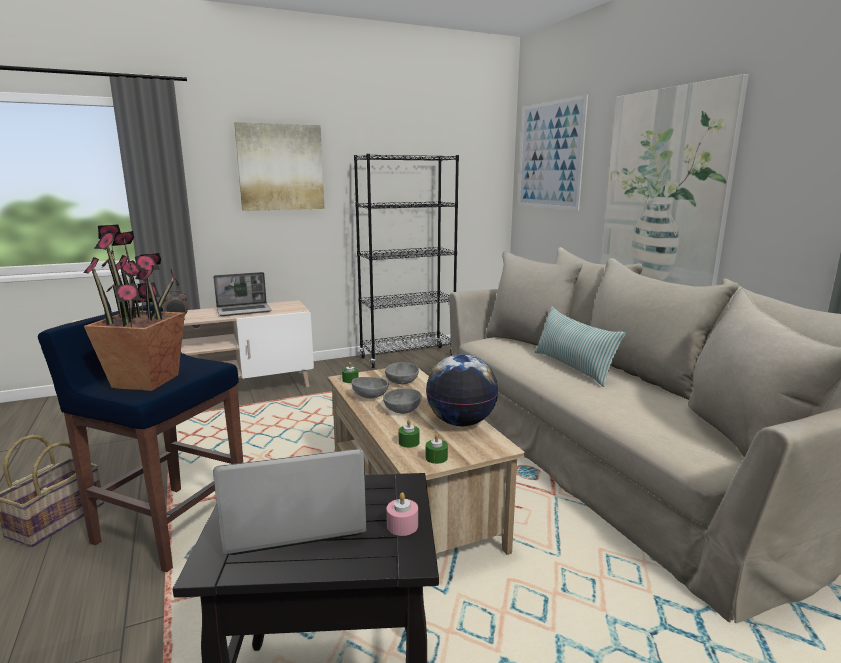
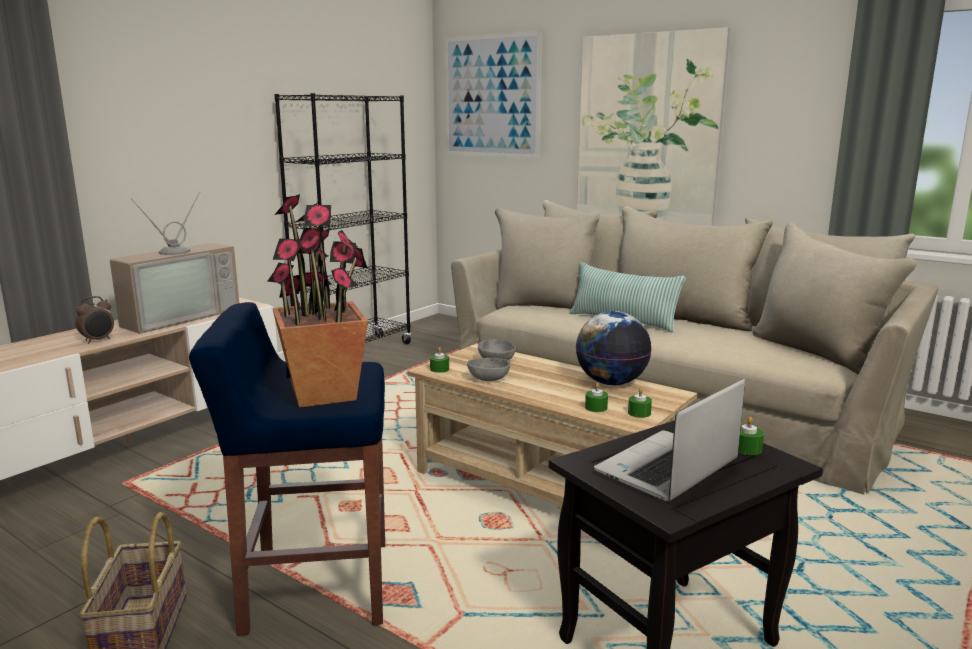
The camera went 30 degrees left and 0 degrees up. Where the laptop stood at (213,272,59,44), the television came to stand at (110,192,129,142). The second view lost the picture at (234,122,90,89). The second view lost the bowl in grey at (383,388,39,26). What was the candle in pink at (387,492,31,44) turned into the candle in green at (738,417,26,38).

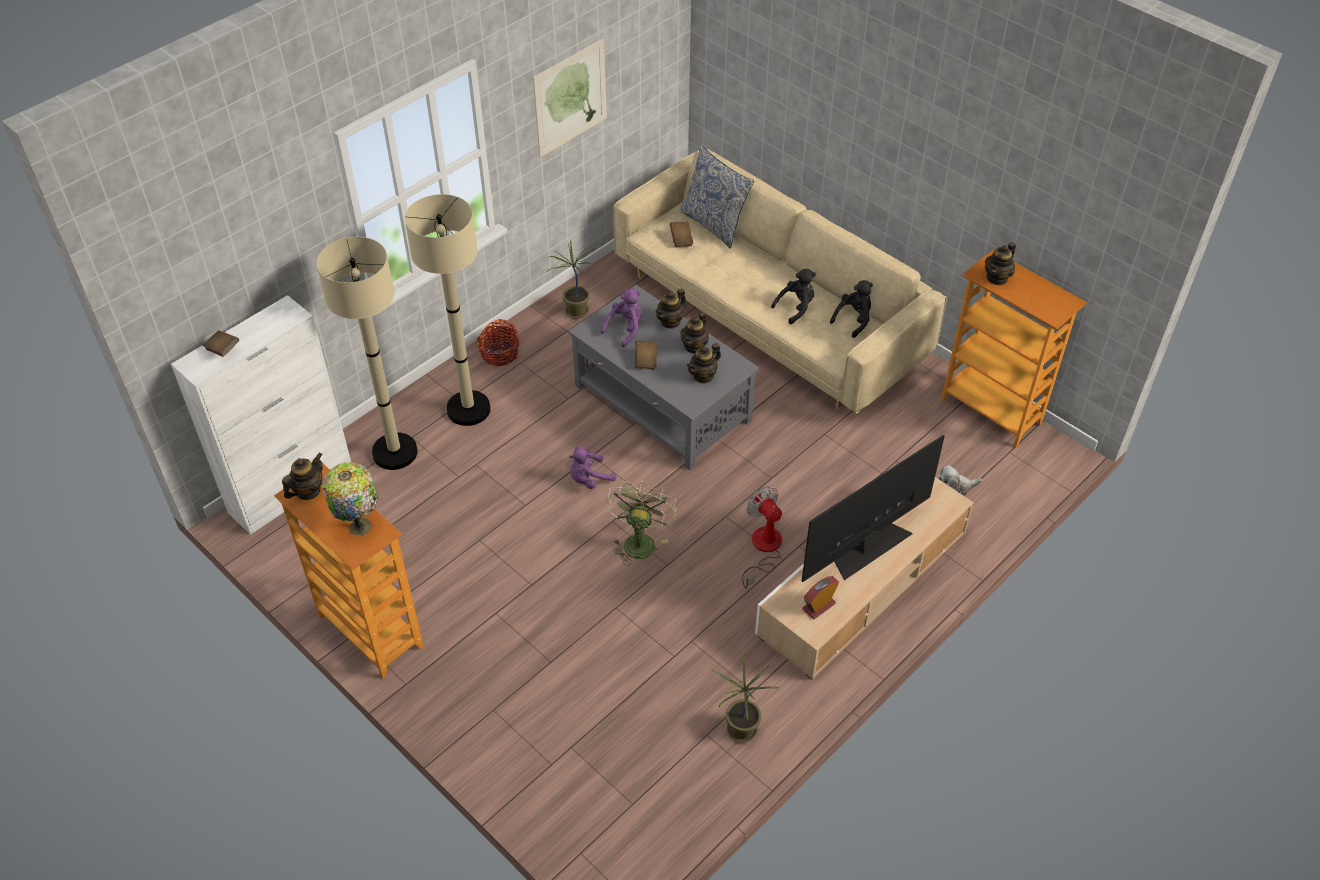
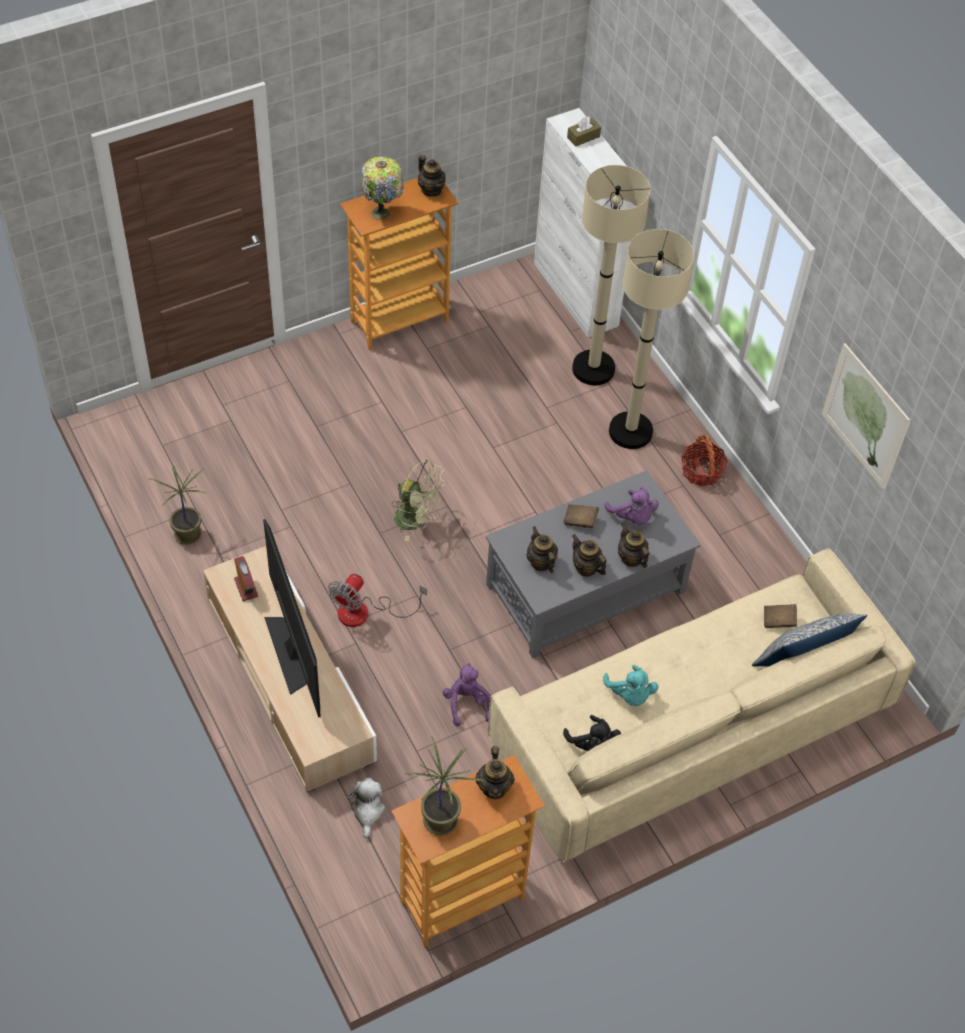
The camera went 105 degrees right and 5 degrees up. Where the book in brown stood at (202,330,37,27), the tissue box in brown came to stand at (567,117,34,30). The potted plant ended up elsewhere, having gone from (547,240,48,79) to (405,736,79,99). The plush toy in purple ended up elsewhere, having gone from (569,446,47,43) to (443,663,48,64). The fan at (742,486,40,103) ended up facing another way, 135 degrees clockwise from before. What was the plush toy in black at (771,269,45,55) turned into the plush toy in turquoise at (603,665,55,41). The teapot at (985,242,31,44) ended up facing another way, 150 degrees counterclockwise from before.

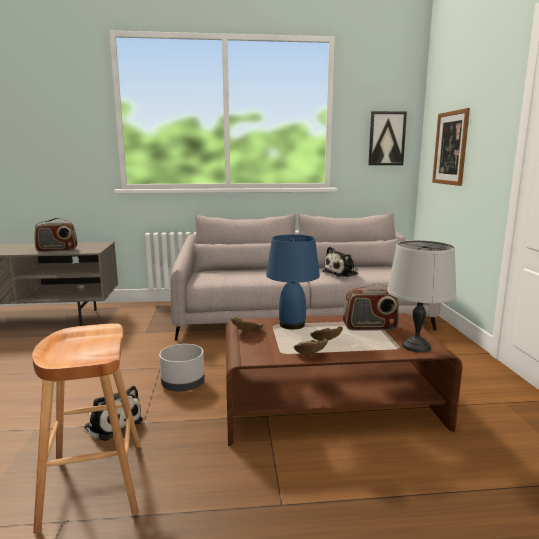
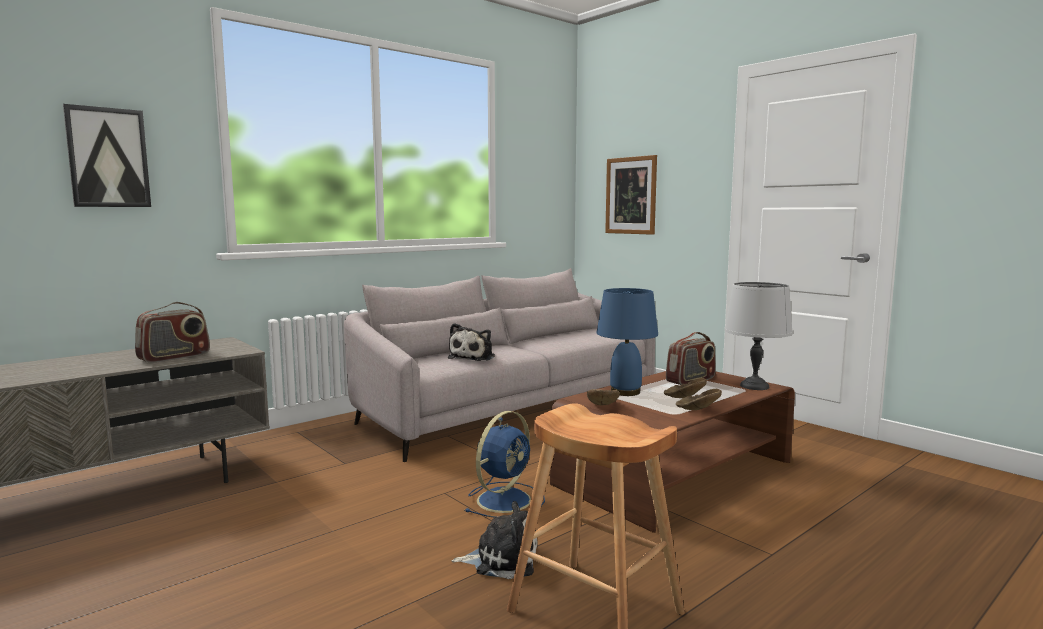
The camera went 35 degrees left and 5 degrees down. Where the planter in grey stood at (159,344,46,48), the fan in blue came to stand at (465,411,80,107). The plush toy ended up elsewhere, having gone from (322,247,36,30) to (448,323,47,38). The picture ended up elsewhere, having gone from (368,111,39,54) to (63,104,88,103).

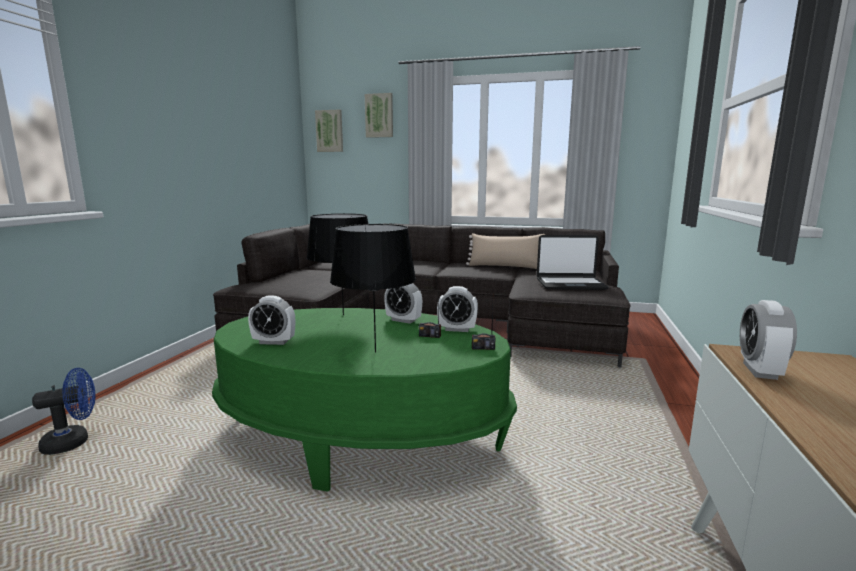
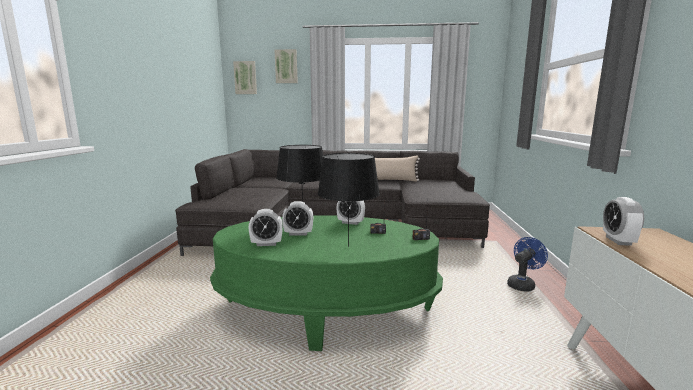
The camera went 10 degrees left and 0 degrees up. The fan in blue ended up elsewhere, having gone from (32,368,63,87) to (507,237,41,55). The alarm clock ended up elsewhere, having gone from (437,286,41,46) to (282,201,31,35). The second view lost the laptop at (537,235,72,55).

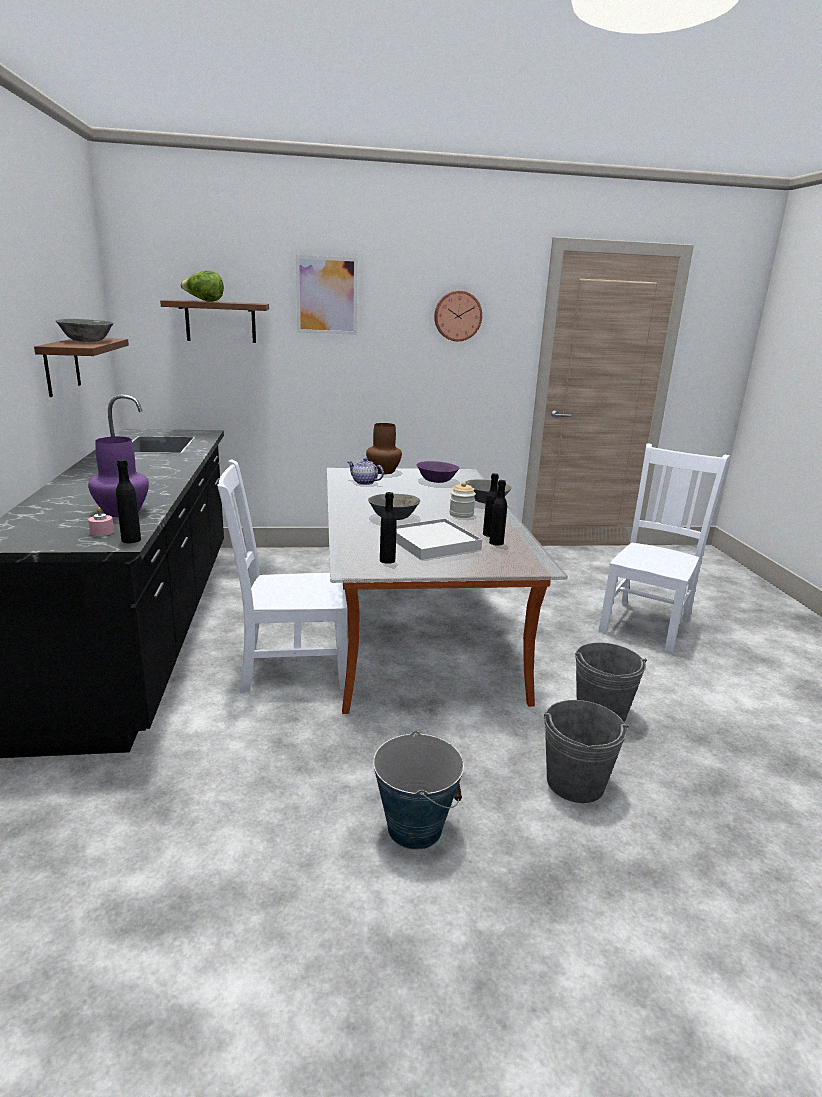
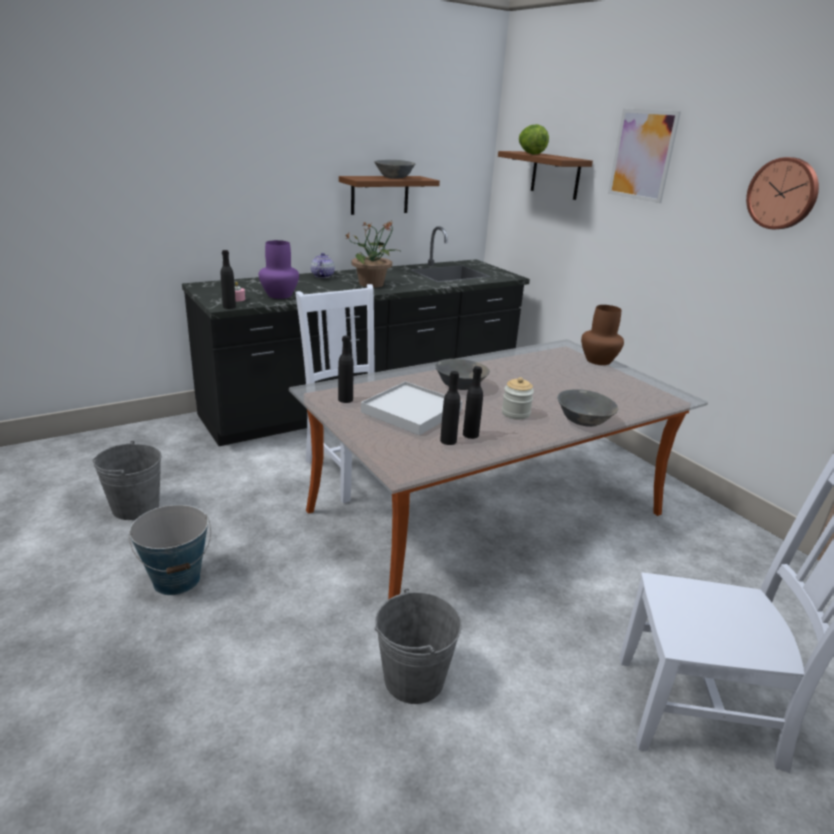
The camera went 65 degrees right and 5 degrees up. The teapot ended up elsewhere, having gone from (348,458,36,27) to (311,253,24,25). The second view lost the bowl in purple at (417,461,43,22). The bucket in grey ended up elsewhere, having gone from (544,700,85,103) to (92,441,69,79). The second view gained the potted plant at (344,221,56,67).

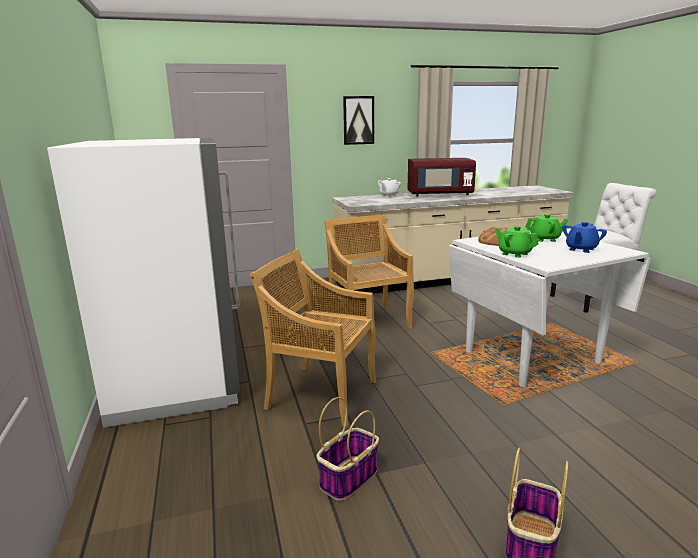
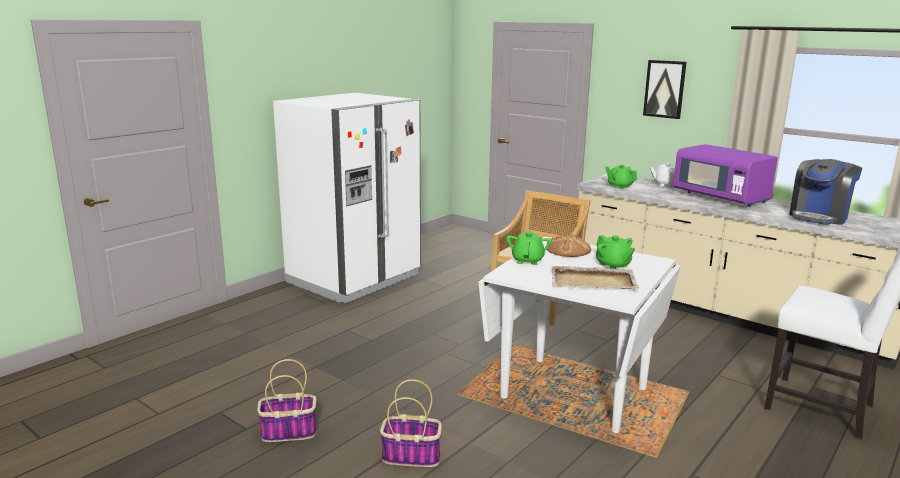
The camera went 55 degrees right and 0 degrees up. The second view lost the chair in beige at (250,249,126,178). The basket ended up elsewhere, having gone from (316,397,63,104) to (380,379,62,88). What was the microwave in red at (408,158,68,38) turned into the microwave in purple at (673,144,105,63). Where the teapot in blue stood at (562,222,45,31), the tray in beige came to stand at (552,266,87,23). The second view gained the teapot in green at (605,165,32,24). The second view gained the coffee machine at (789,159,73,66).

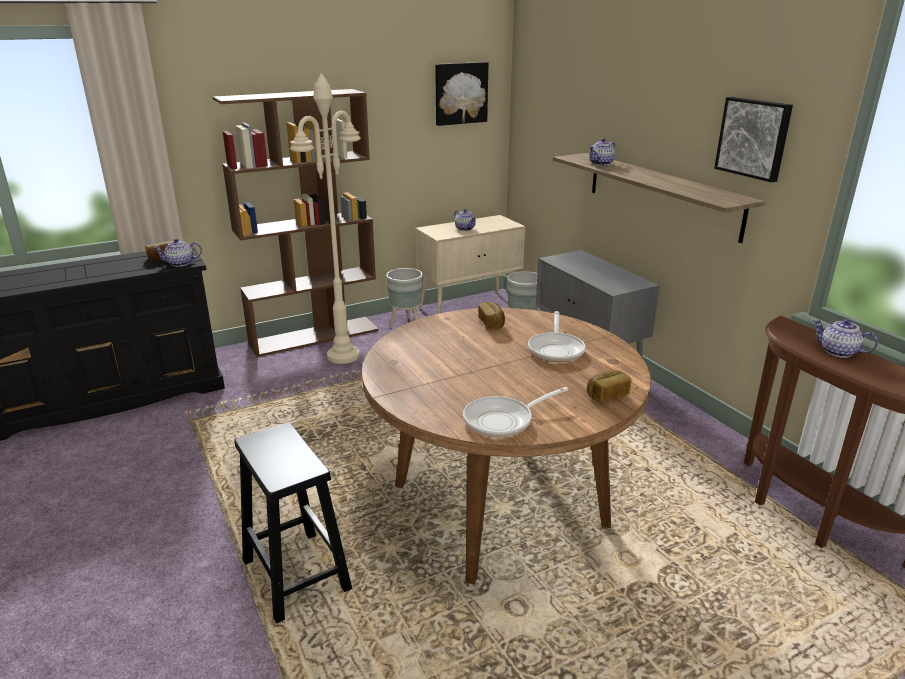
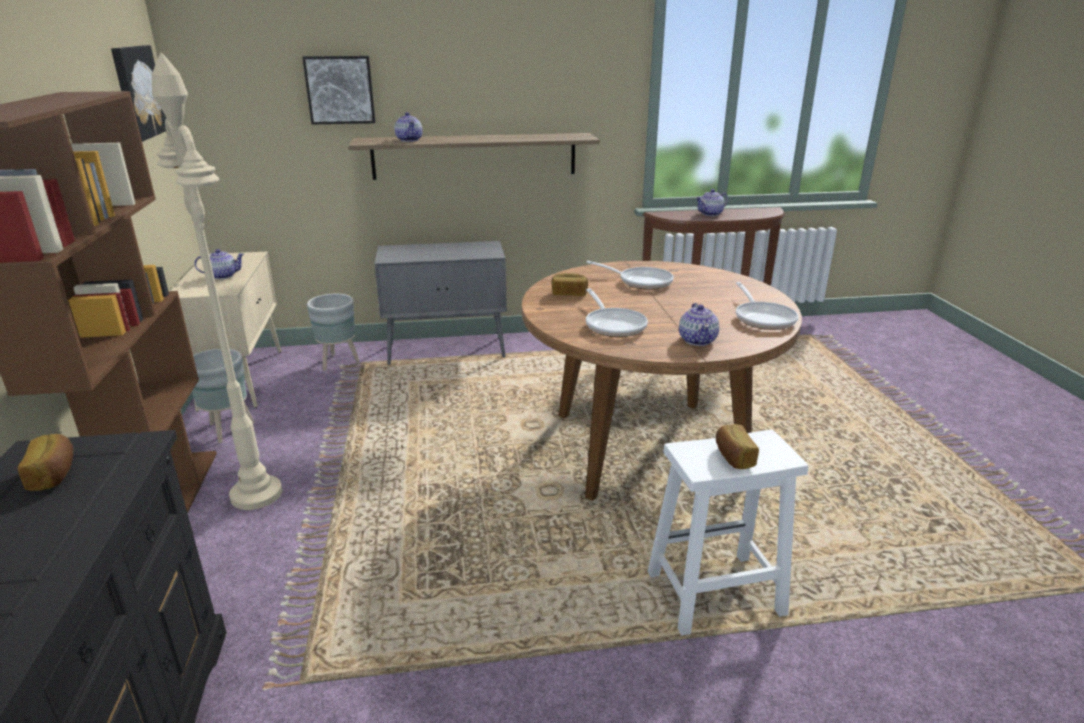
The camera went 70 degrees left and 0 degrees up. The teapot ended up elsewhere, having gone from (153,238,49,29) to (679,303,40,43). What was the stool in black at (234,422,118,202) turned into the stool in white at (648,430,160,206). The bread ended up elsewhere, having gone from (587,370,44,32) to (716,424,43,45). The picture ended up elsewhere, having gone from (714,97,79,85) to (302,56,74,68). The second view gained the frying pan at (586,288,62,49).

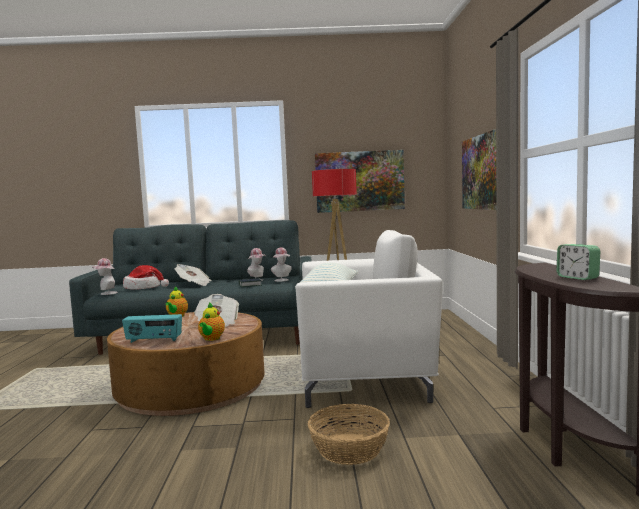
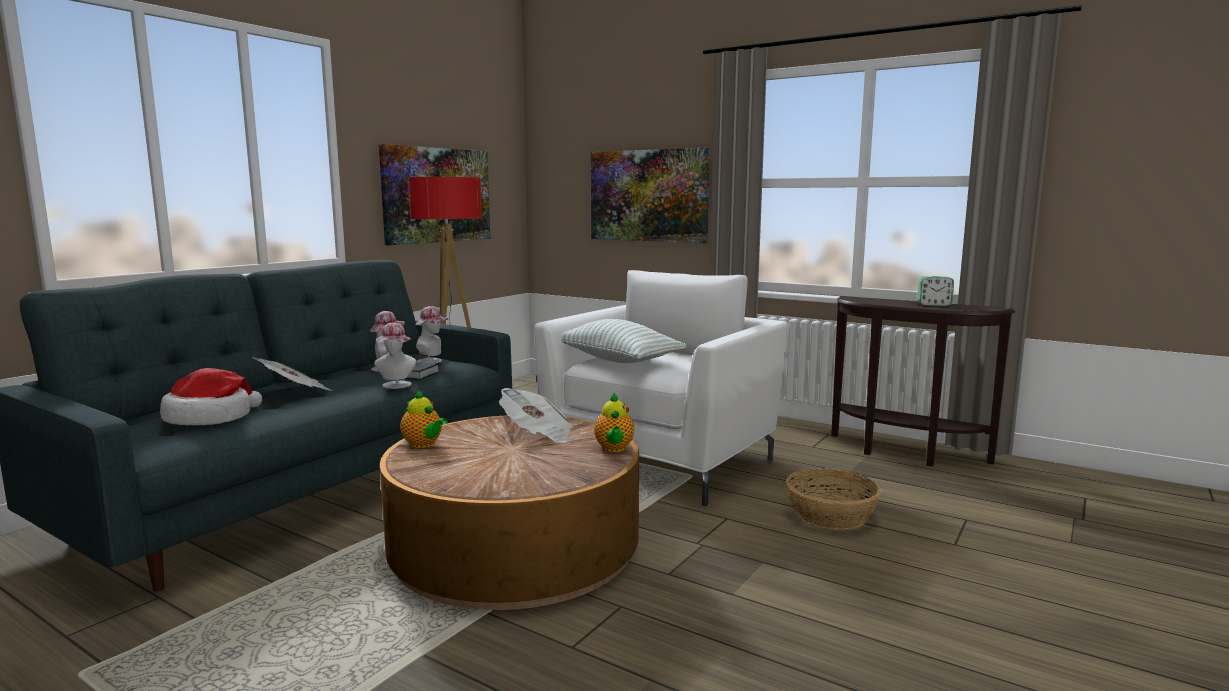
The camera went 55 degrees left and 5 degrees up. The hat ended up elsewhere, having gone from (92,258,26,37) to (374,323,43,66). The second view lost the radio at (122,314,60,29). The teapot at (198,302,27,39) ended up facing another way, 45 degrees clockwise from before.

